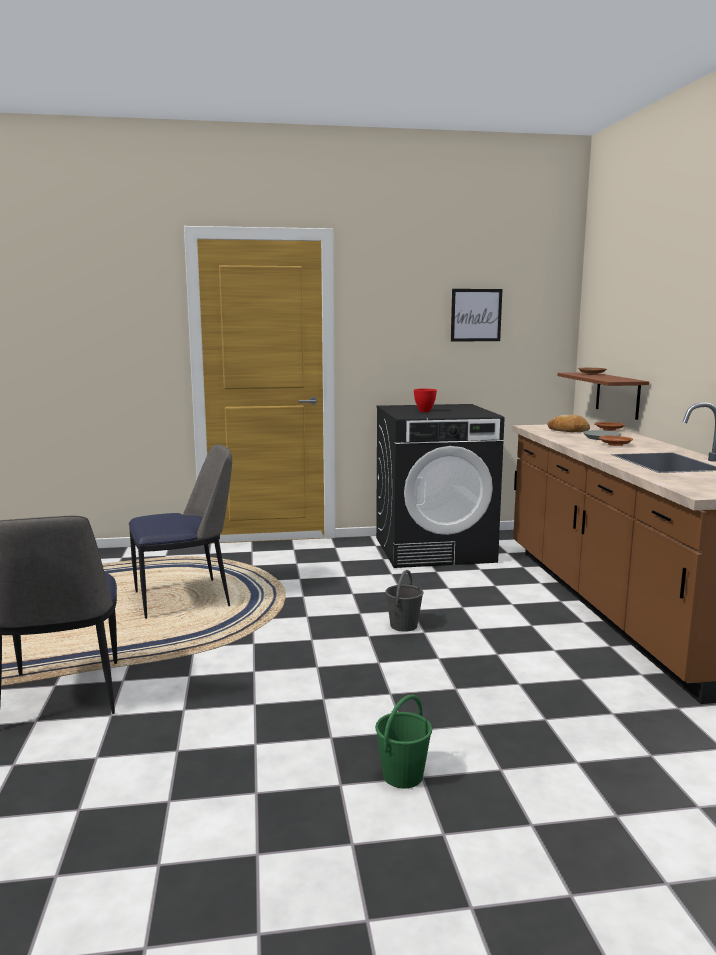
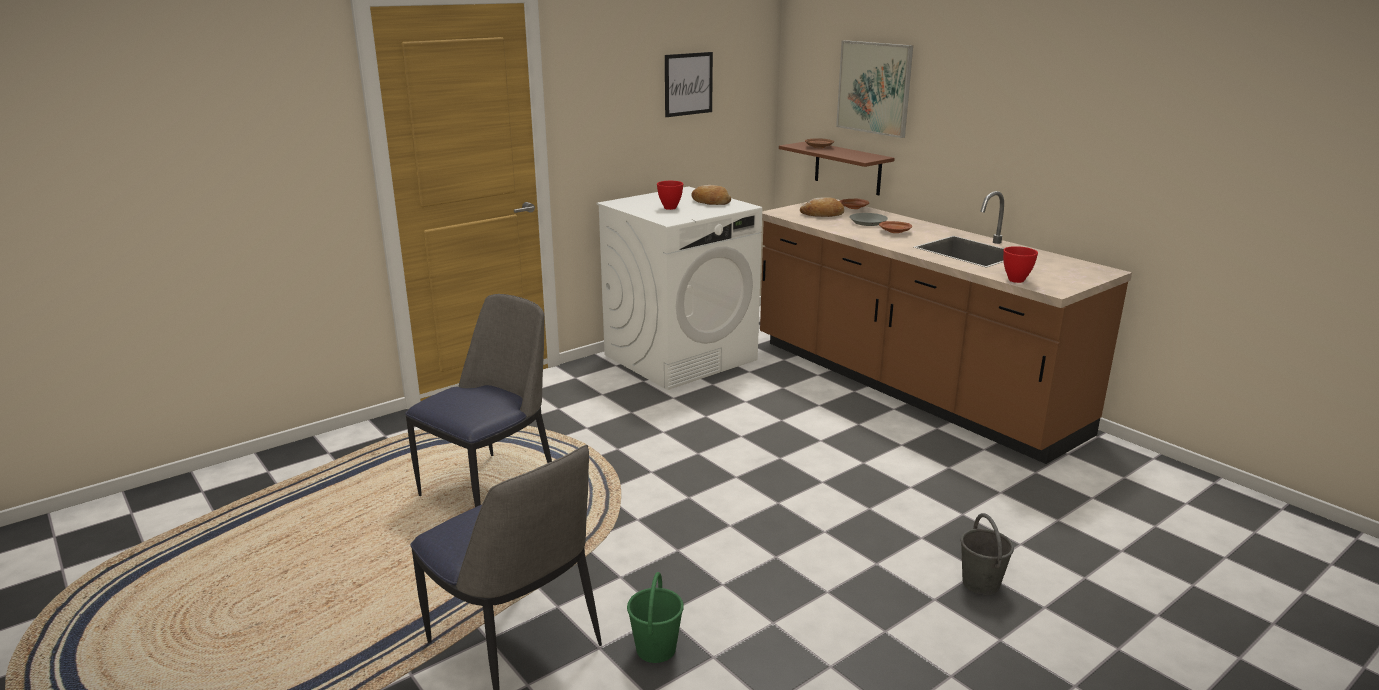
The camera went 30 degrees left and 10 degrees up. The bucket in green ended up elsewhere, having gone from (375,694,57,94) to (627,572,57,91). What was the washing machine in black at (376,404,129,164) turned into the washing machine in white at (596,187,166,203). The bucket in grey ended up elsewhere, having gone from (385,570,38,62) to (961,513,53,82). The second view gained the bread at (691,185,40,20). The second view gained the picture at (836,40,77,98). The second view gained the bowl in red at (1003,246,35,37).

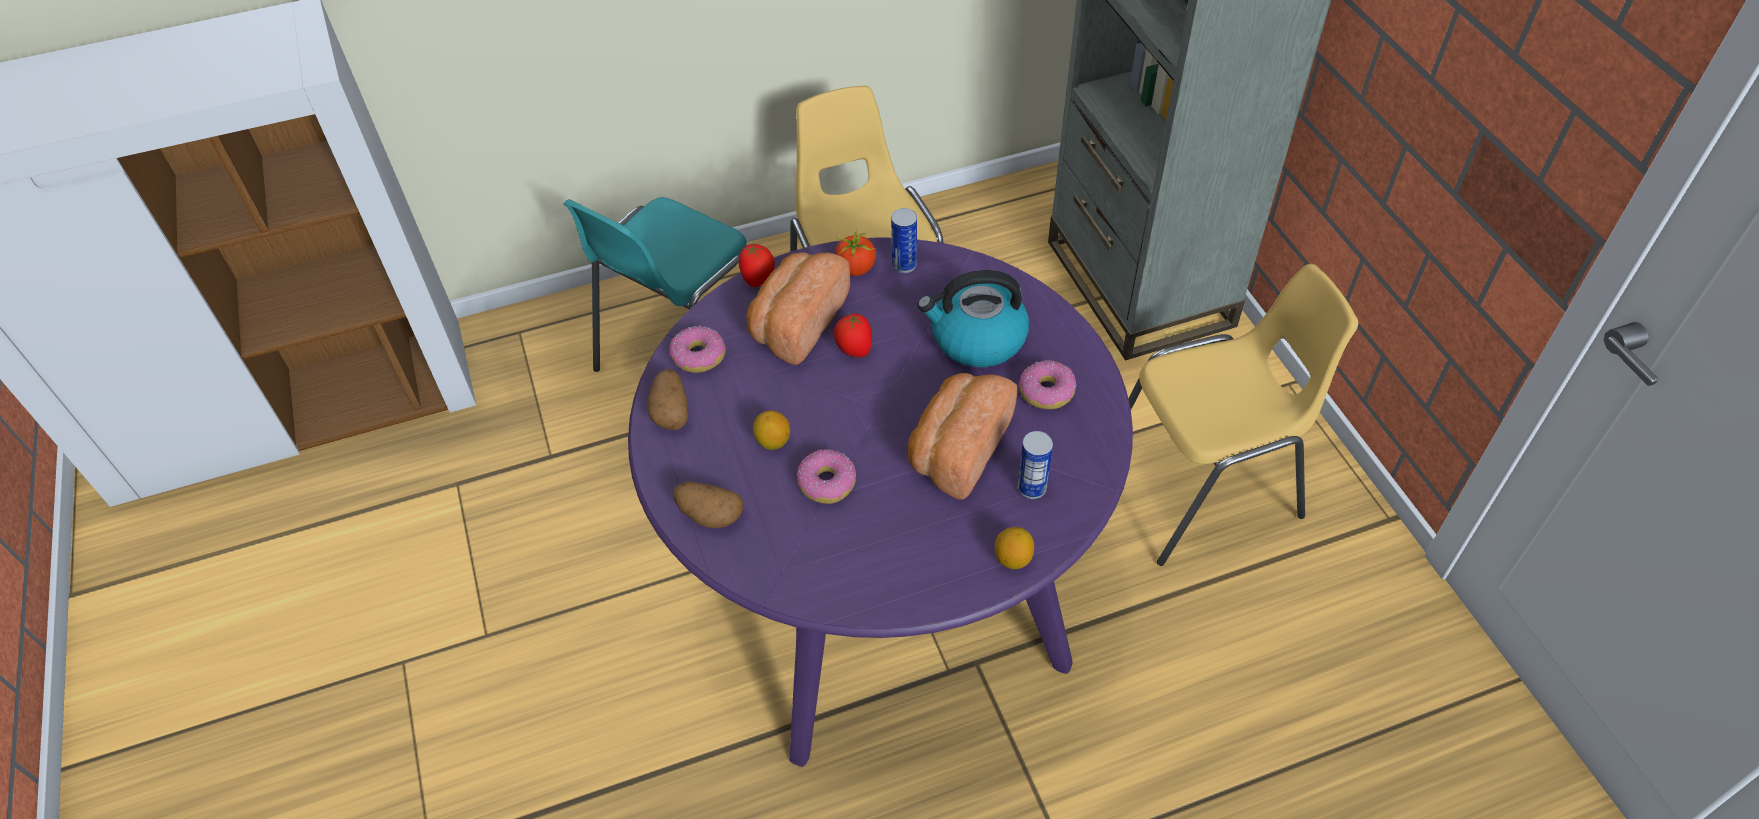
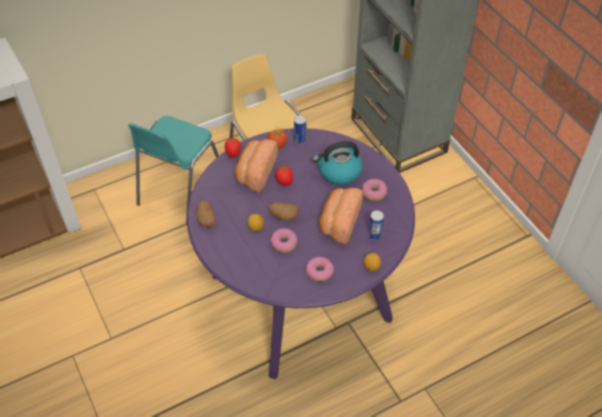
The camera went 10 degrees left and 0 degrees up. The donut ended up elsewhere, having gone from (669,326,57,47) to (306,256,28,26). The potato ended up elsewhere, having gone from (673,482,71,46) to (268,202,31,19). The second view lost the chair in yellow at (1128,264,230,302).

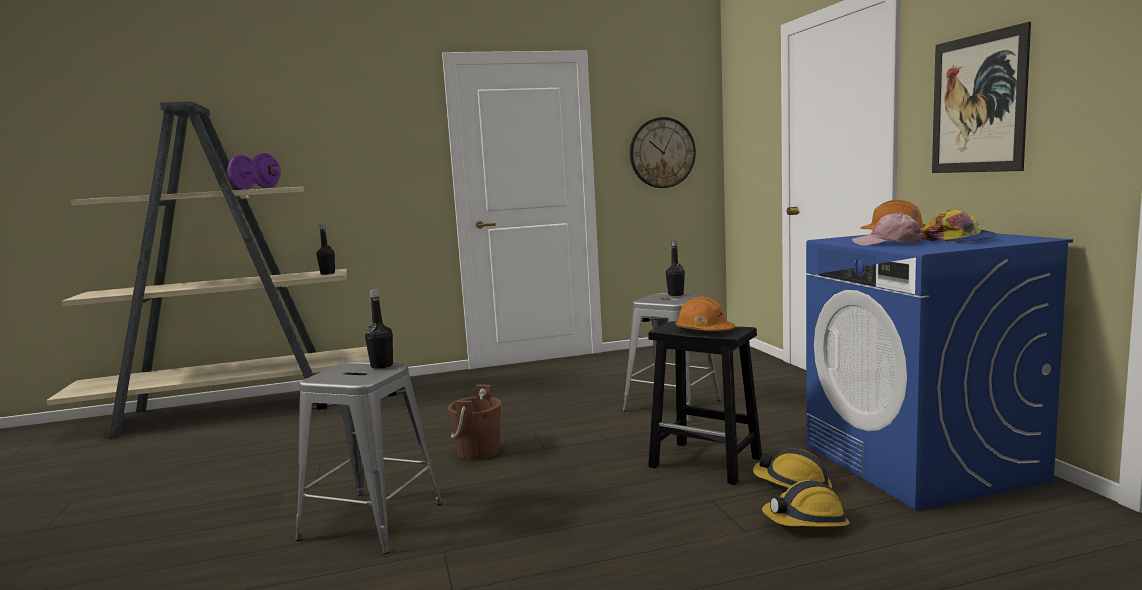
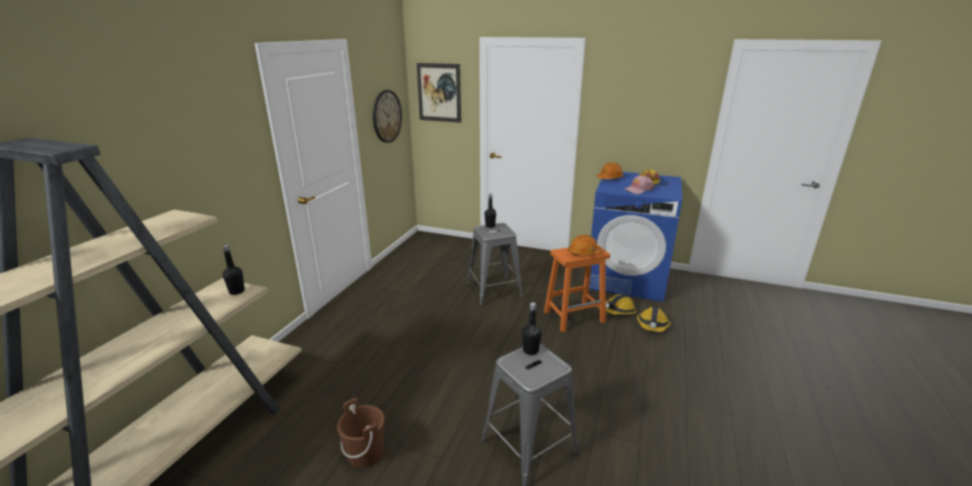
The camera went 55 degrees left and 15 degrees up. The second view lost the dumbbell in purple at (227,153,54,37). The bucket in brown ended up elsewhere, having gone from (448,385,54,75) to (337,398,47,70). What was the stool in black at (648,321,114,164) turned into the stool in orange at (544,245,66,87). The picture ended up elsewhere, having gone from (932,22,99,151) to (417,63,44,60).

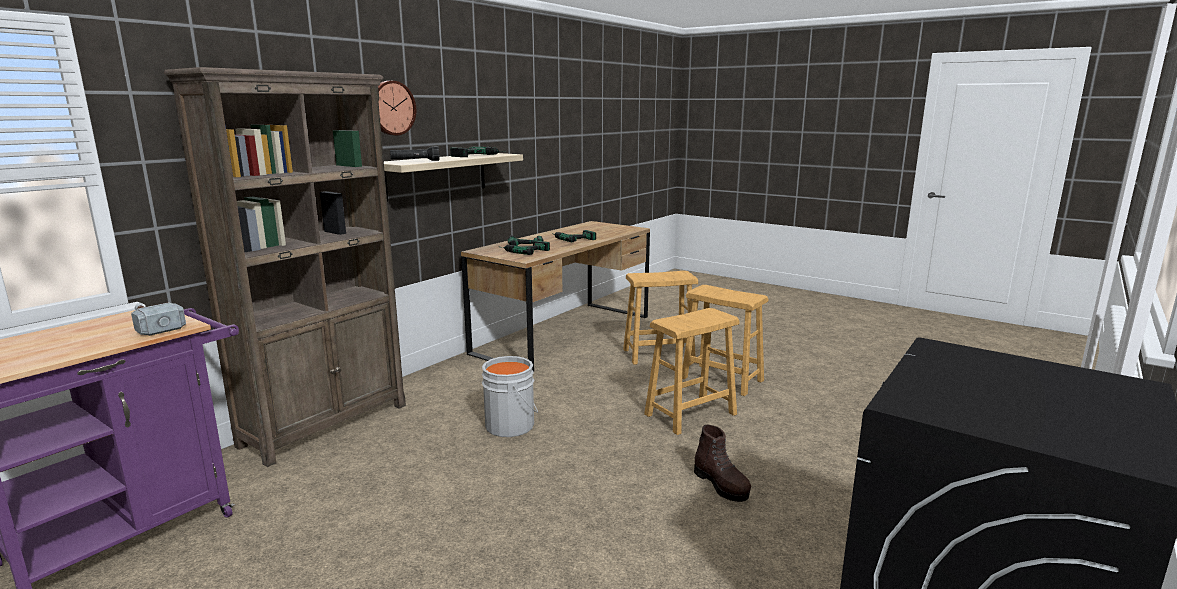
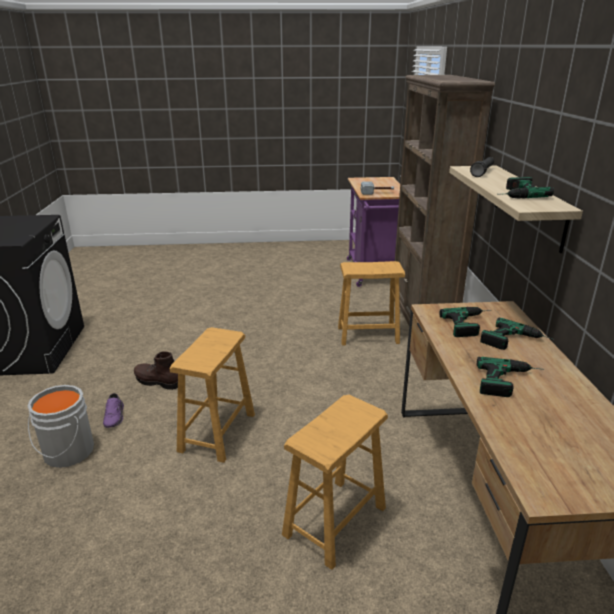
The camera went 140 degrees right and 10 degrees up. The second view lost the wall clock at (378,81,38,54). The bucket in grey ended up elsewhere, having gone from (482,356,56,81) to (27,385,67,83). The stool in brown ended up elsewhere, having gone from (682,285,86,111) to (338,261,67,85). The second view gained the shoe in purple at (103,393,21,35).

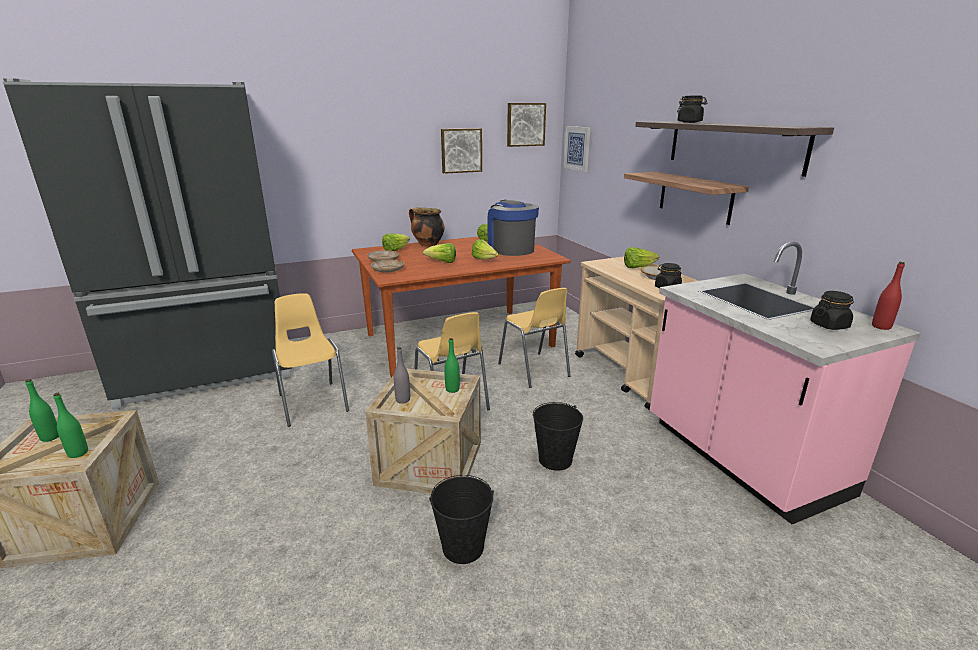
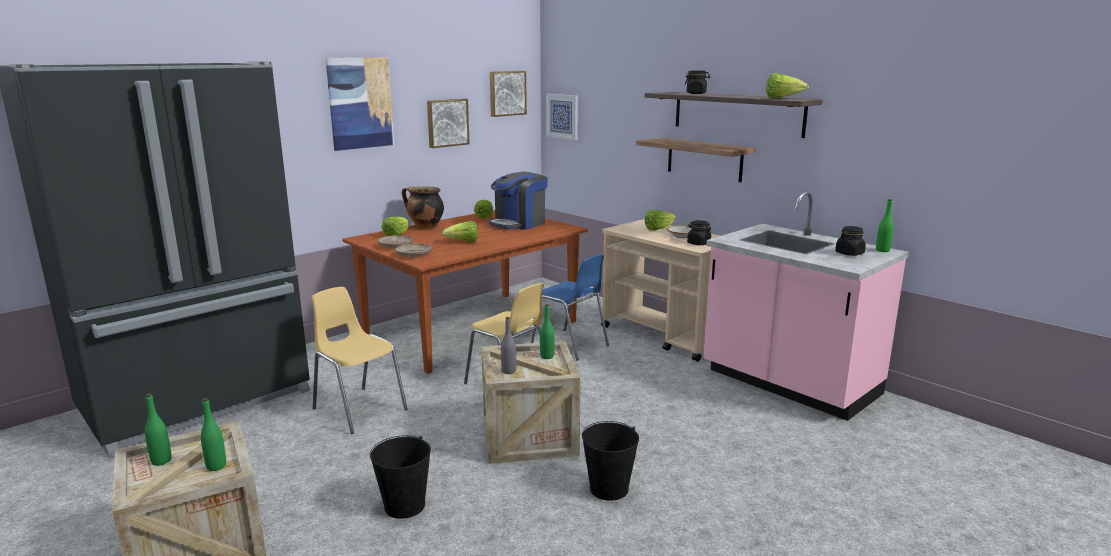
The camera went 20 degrees left and 5 degrees down. The lettuce ended up elsewhere, having gone from (472,239,26,21) to (766,73,43,25). The coffee machine at (488,200,51,56) ended up facing another way, 90 degrees counterclockwise from before. What was the chair in yellow at (498,288,73,100) turned into the chair in blue at (531,254,78,106). The bucket in black ended up elsewhere, having gone from (533,402,50,69) to (370,435,61,84). What was the bottle in red at (872,262,33,68) turned into the bottle in green at (876,199,18,53). The second view gained the picture at (326,57,68,94).

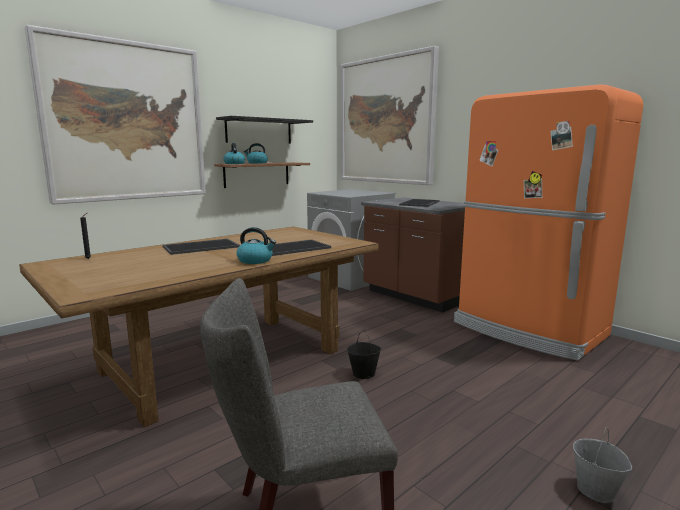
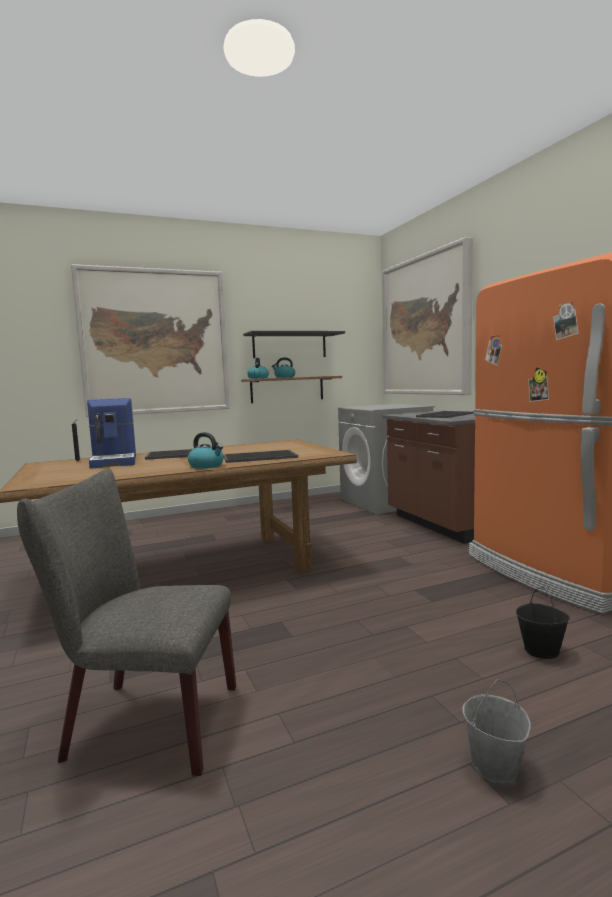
The camera went 20 degrees right and 5 degrees down. The bucket in black ended up elsewhere, having gone from (347,330,34,49) to (516,587,54,72). The second view gained the coffee machine at (87,398,49,71).

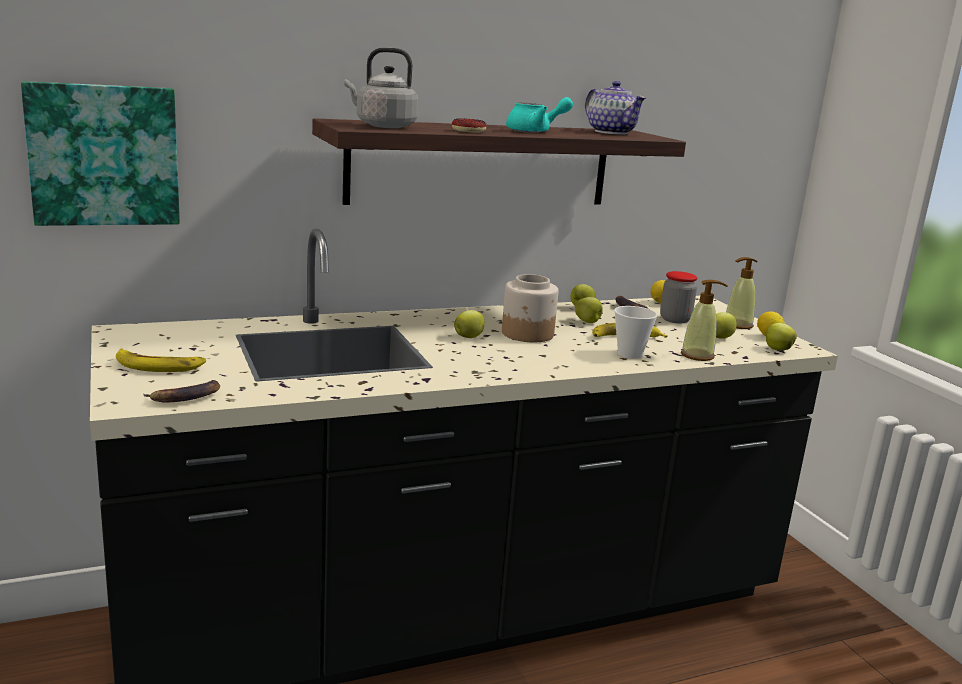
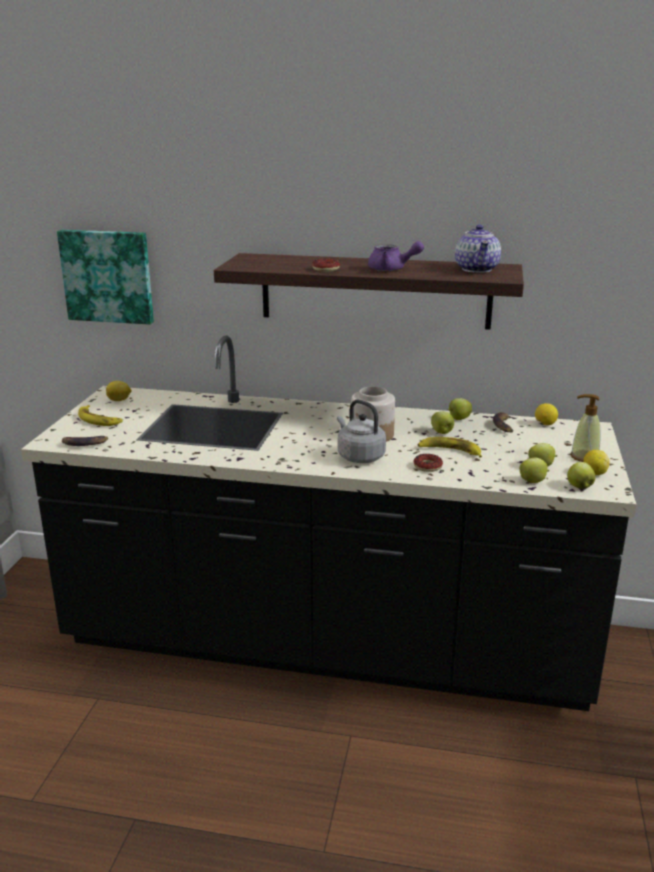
The camera went 35 degrees right and 5 degrees up. The kettle in grey ended up elsewhere, having gone from (344,48,74,80) to (337,399,49,64). The apple ended up elsewhere, having gone from (454,310,31,28) to (519,458,31,25). What was the teapot in turquoise at (506,97,67,36) turned into the teapot in purple at (368,241,56,30). Where the cup stood at (614,306,44,53), the donut came to stand at (414,454,29,18). The second view lost the jar at (660,271,37,52). The second view lost the soap dispenser at (681,280,47,81). The second view gained the lemon at (106,381,26,20).

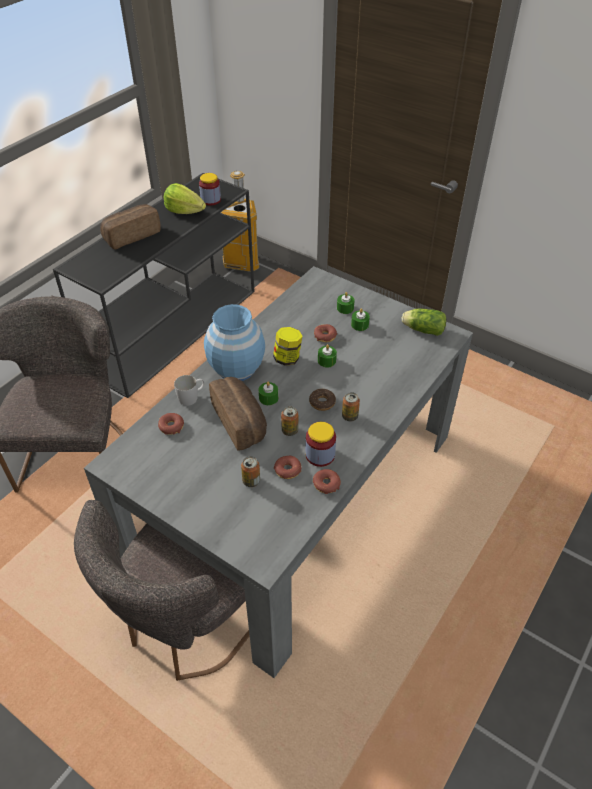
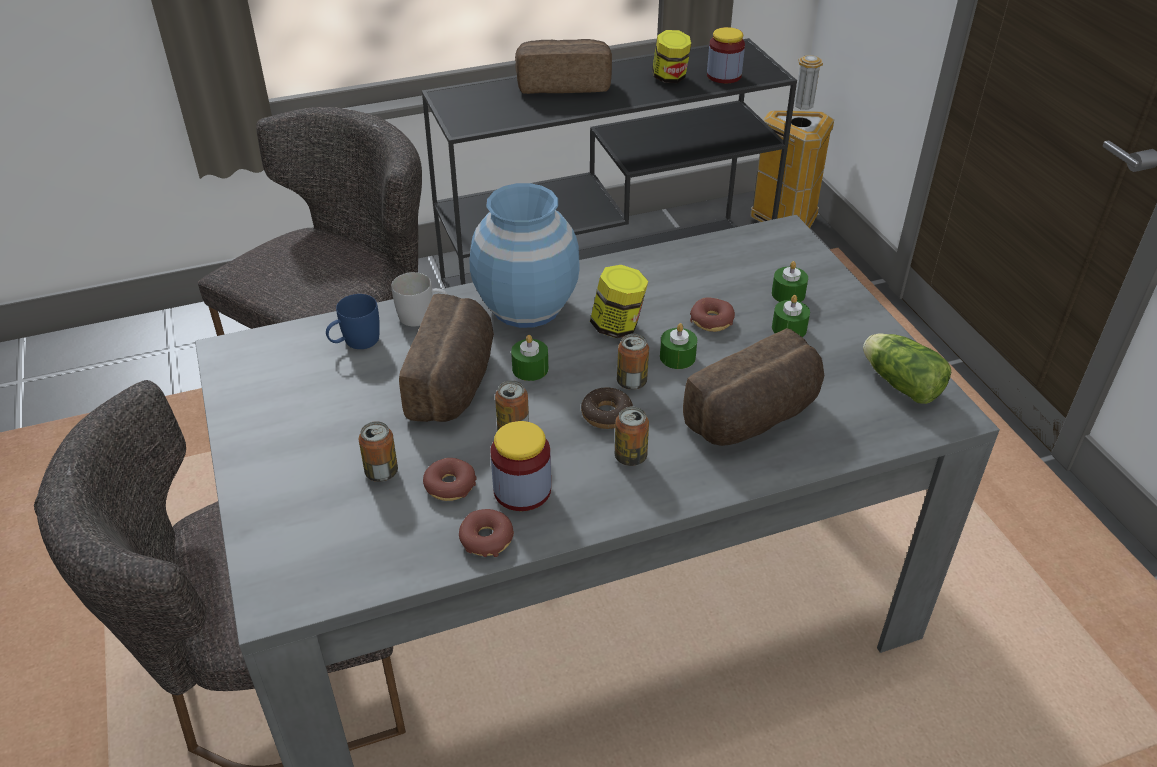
The camera went 35 degrees right and 5 degrees down. Where the donut stood at (158,413,26,22), the mug in blue came to stand at (326,294,54,55). Where the lettuce stood at (163,183,43,31), the jar came to stand at (652,30,39,53). The second view gained the can at (617,334,32,56). The second view gained the bread at (683,328,141,118).

